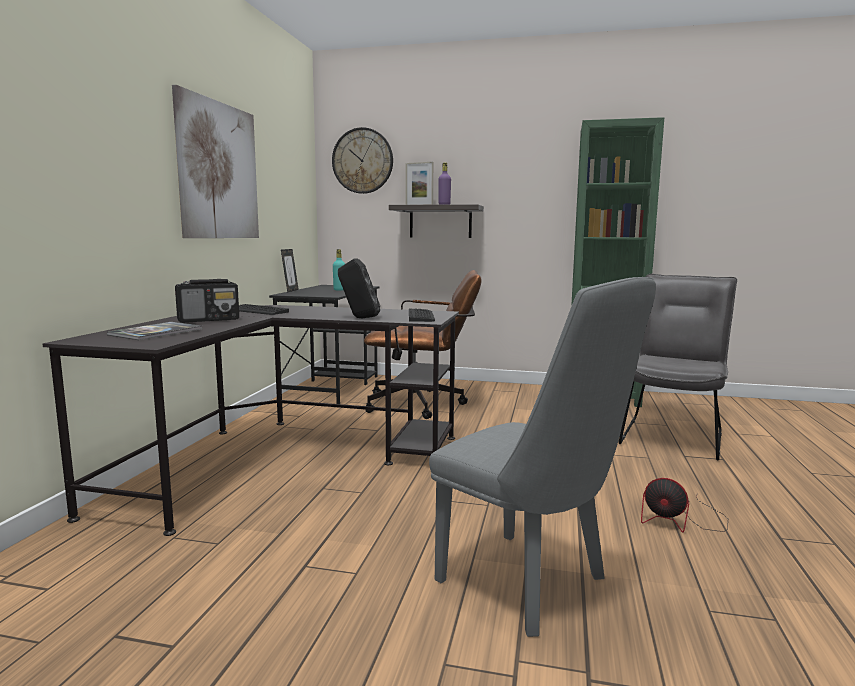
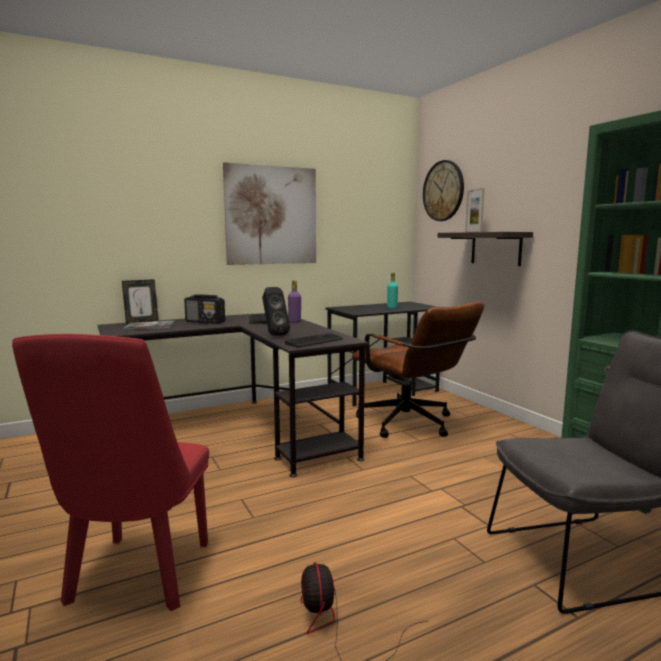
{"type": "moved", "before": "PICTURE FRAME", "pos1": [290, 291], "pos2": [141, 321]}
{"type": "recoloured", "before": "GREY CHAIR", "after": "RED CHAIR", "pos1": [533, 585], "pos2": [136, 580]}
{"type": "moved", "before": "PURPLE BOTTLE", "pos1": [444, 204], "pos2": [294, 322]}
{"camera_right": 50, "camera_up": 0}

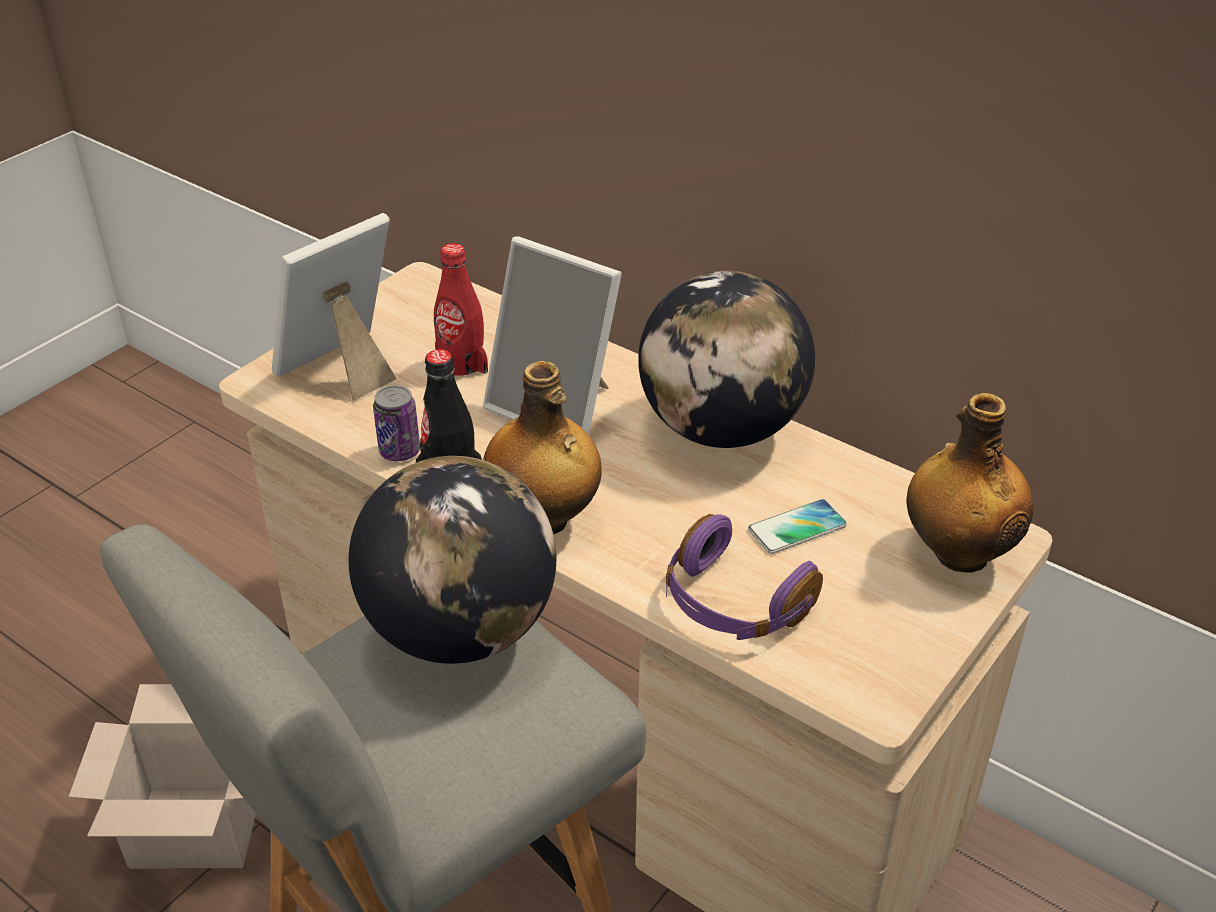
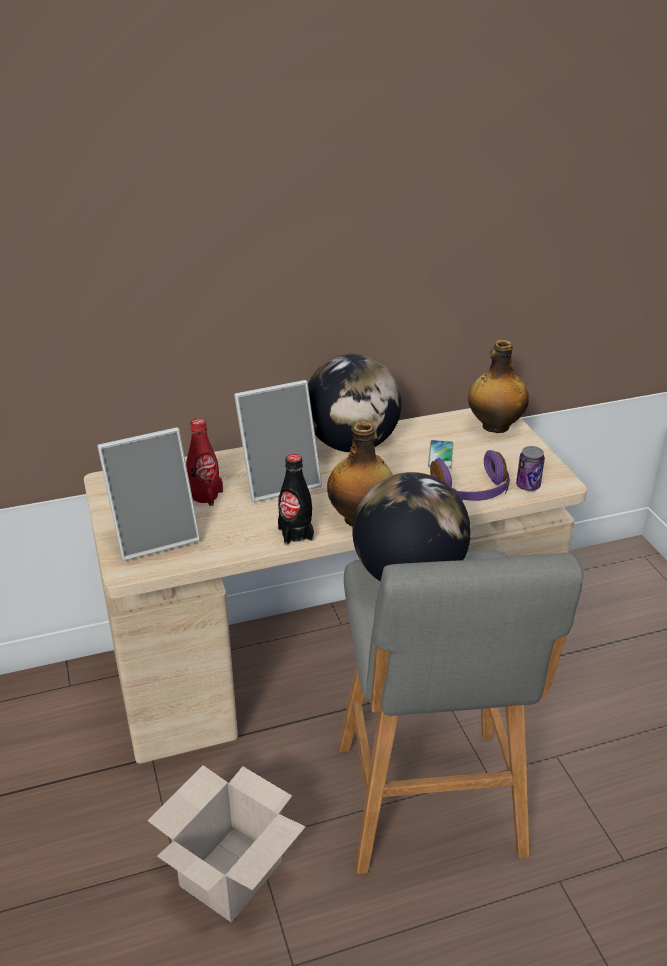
{"type": "turned", "before": "PICTURE FRAME", "pos1": [343, 369], "pos2": [155, 535], "turn": -105}
{"type": "moved", "before": "CAN", "pos1": [399, 451], "pos2": [528, 486]}
{"camera_right": -55, "camera_up": -5}

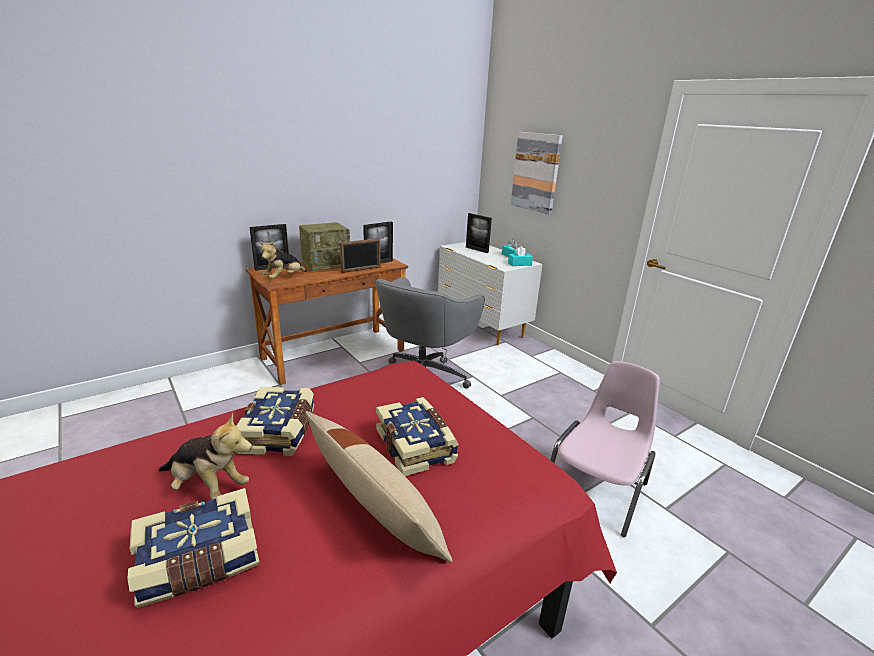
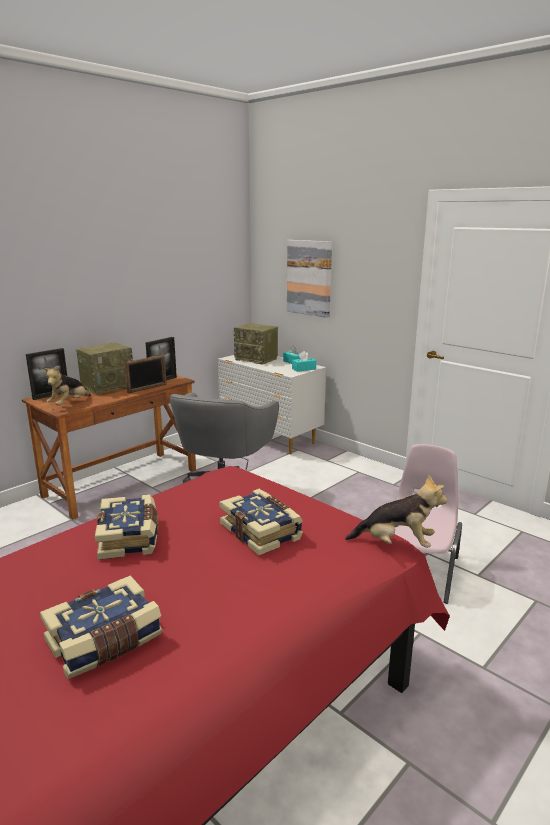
{"type": "moved", "before": "PLUSH TOY", "pos1": [207, 487], "pos2": [396, 544]}
{"type": "removed", "before": "BEIGE PILLOW", "pos1": [374, 510]}
{"type": "replaced", "before": "PICTURE FRAME", "after": "RADIO", "pos1": [477, 250], "pos2": [257, 359]}
{"camera_right": -10, "camera_up": -5}

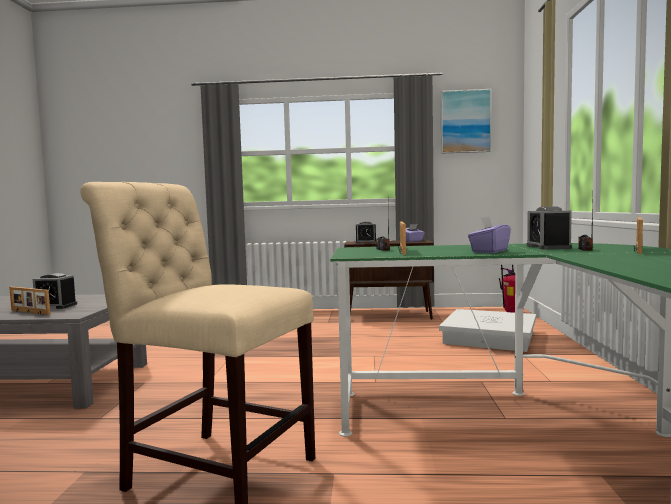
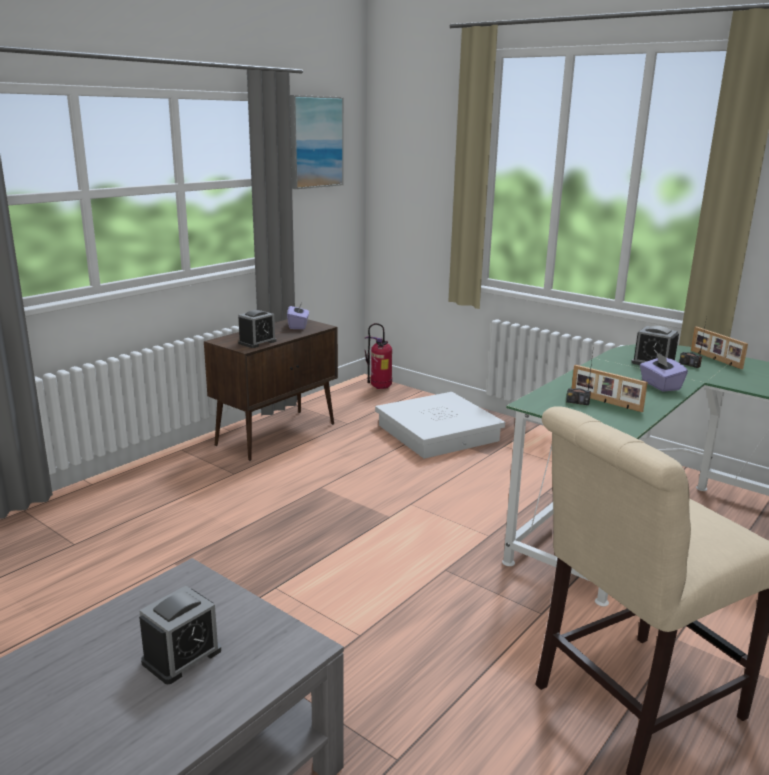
{"type": "removed", "before": "PICTURE FRAME", "pos1": [29, 312]}
{"camera_right": -55, "camera_up": 15}

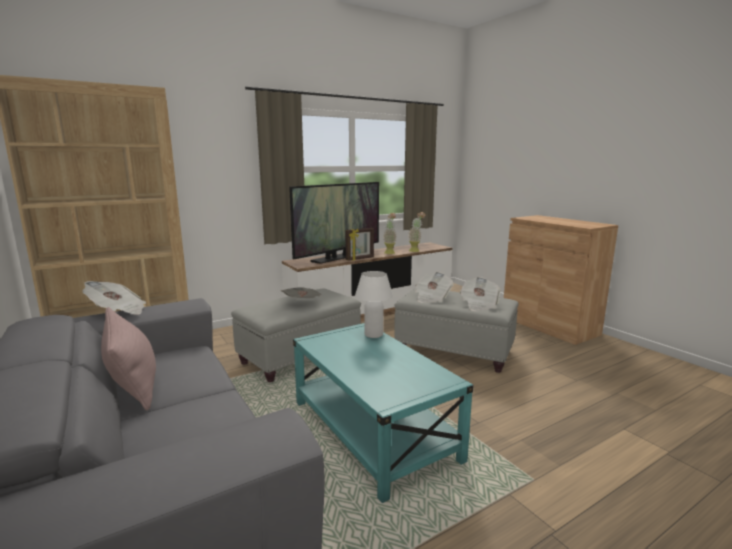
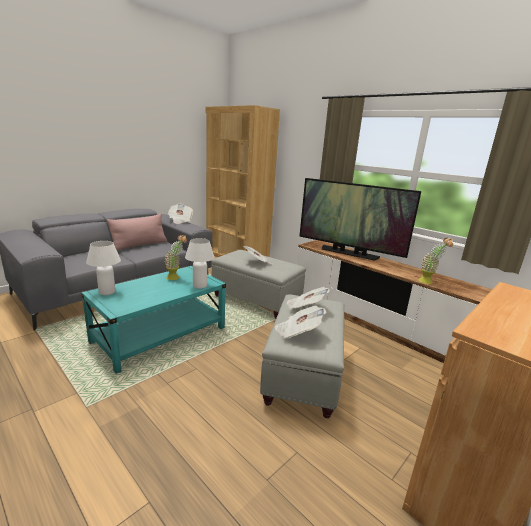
{"type": "removed", "before": "PICTURE FRAME", "pos1": [360, 259]}
{"type": "moved", "before": "POTTED PLANT", "pos1": [390, 252], "pos2": [176, 278]}
{"type": "added", "after": "WHITE TABLE LAMP", "pos2": [107, 292]}
{"camera_right": 75, "camera_up": 5}

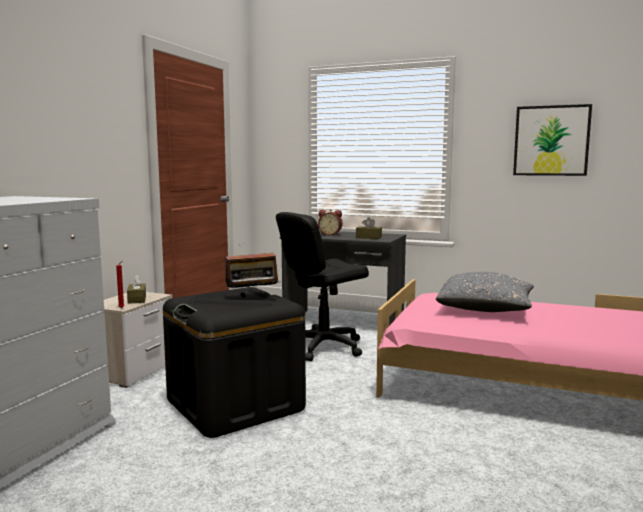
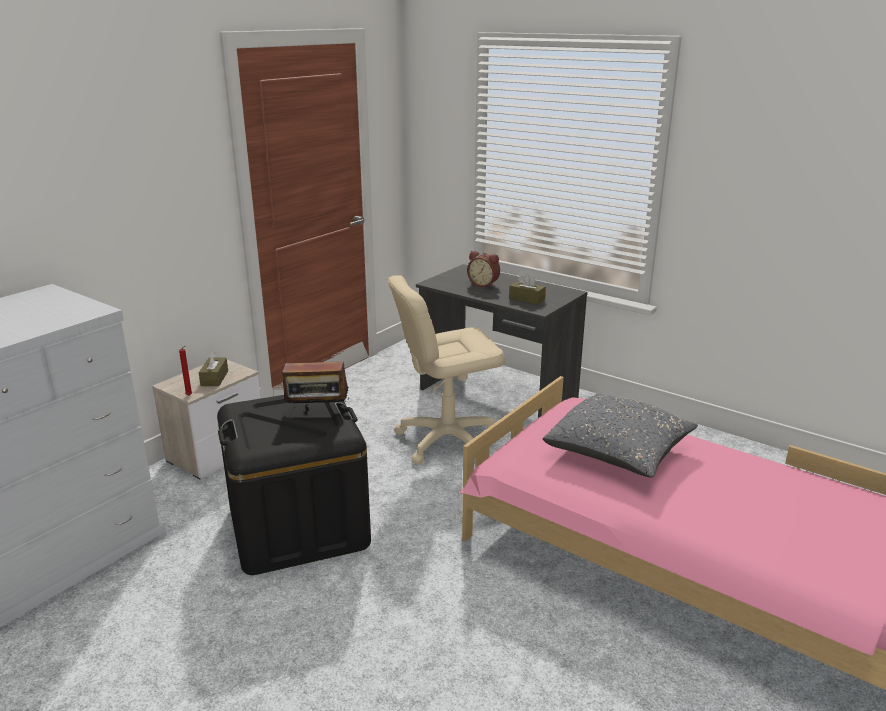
{"type": "recoloured", "before": "BLACK OFFICE CHAIR", "after": "BEIGE OFFICE CHAIR", "pos1": [323, 347], "pos2": [447, 440]}
{"type": "removed", "before": "PICTURE", "pos1": [551, 141]}
{"camera_right": 15, "camera_up": 15}

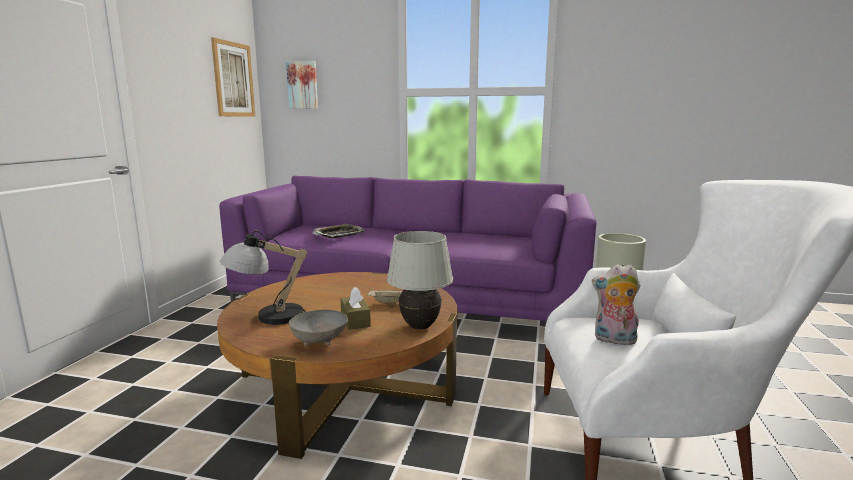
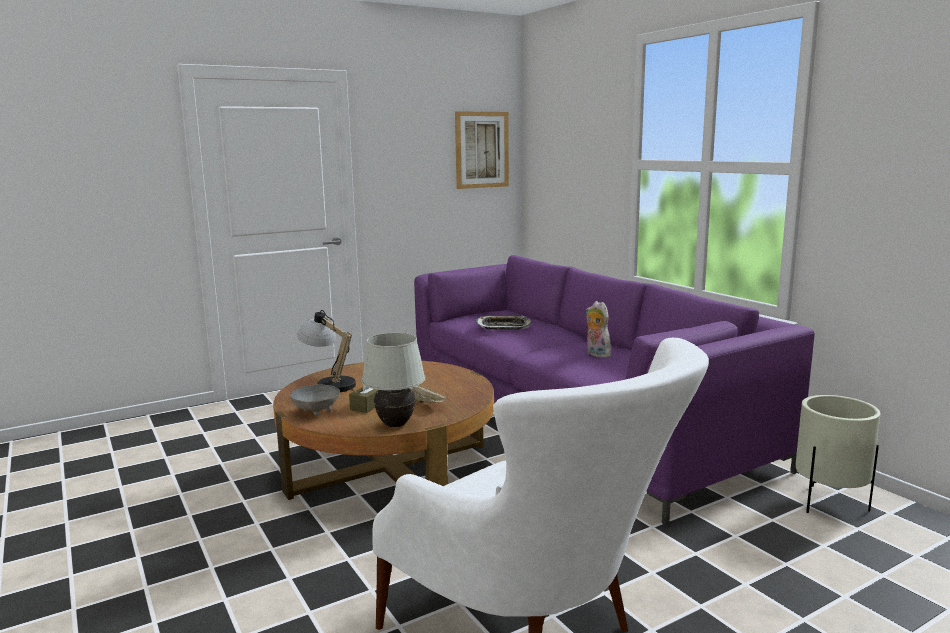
{"type": "removed", "before": "PICTURE", "pos1": [303, 85]}
{"type": "moved", "before": "PLUSH TOY", "pos1": [614, 340], "pos2": [596, 354]}
{"camera_right": 45, "camera_up": 0}

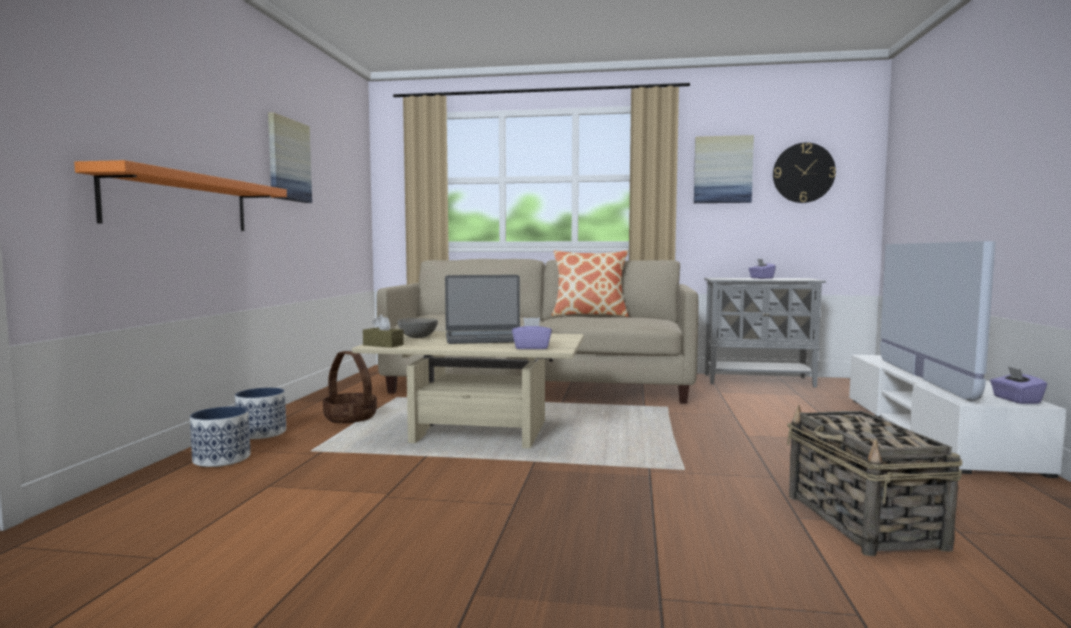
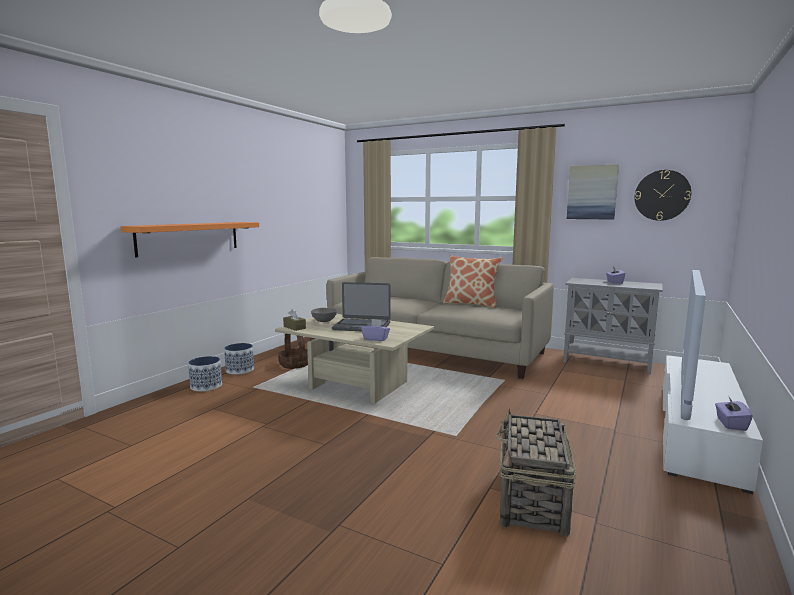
{"type": "removed", "before": "PICTURE", "pos1": [288, 160]}
{"camera_right": 20, "camera_up": 5}

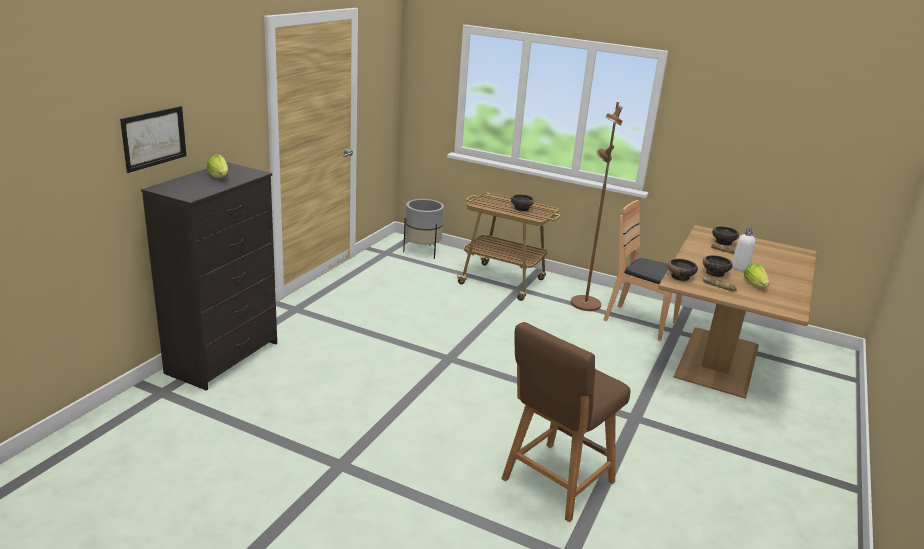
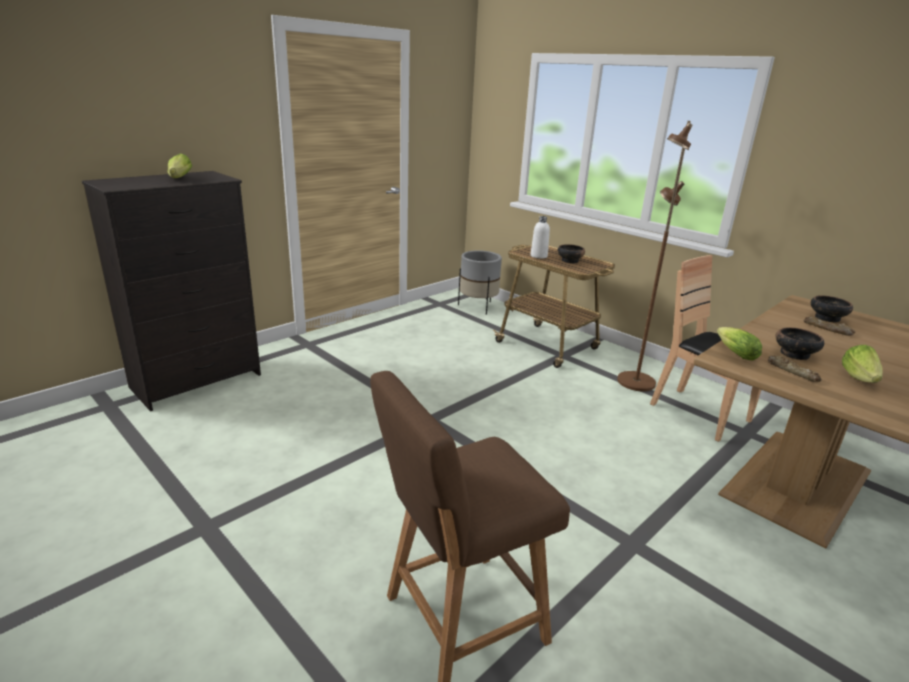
{"type": "removed", "before": "PICTURE", "pos1": [154, 138]}
{"type": "replaced", "before": "BOWL", "after": "LETTUCE", "pos1": [680, 277], "pos2": [733, 353]}
{"type": "moved", "before": "WHITE BOTTLE", "pos1": [740, 267], "pos2": [538, 256]}
{"camera_right": 20, "camera_up": 0}

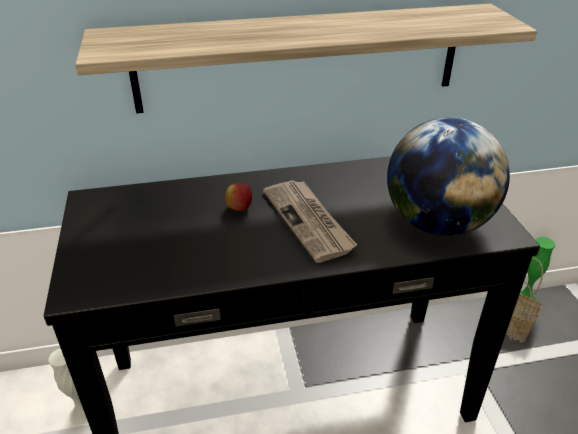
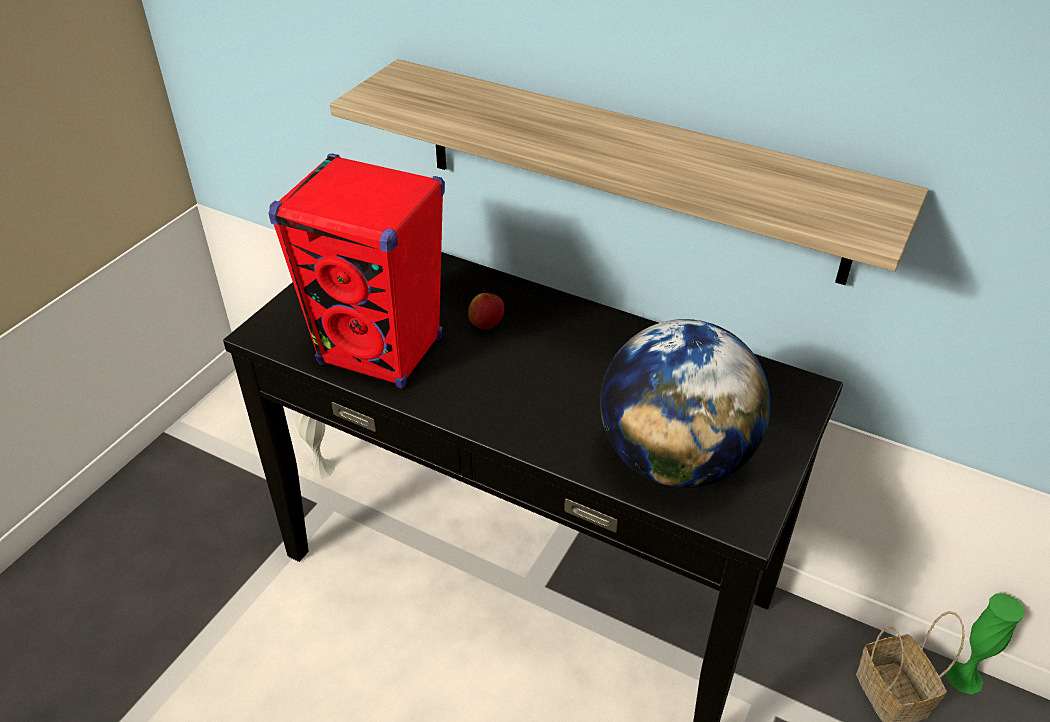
{"type": "removed", "before": "NEWSPAPER", "pos1": [309, 221]}
{"type": "added", "after": "RED SPEAKER", "pos2": [382, 351]}
{"camera_right": 40, "camera_up": 5}

